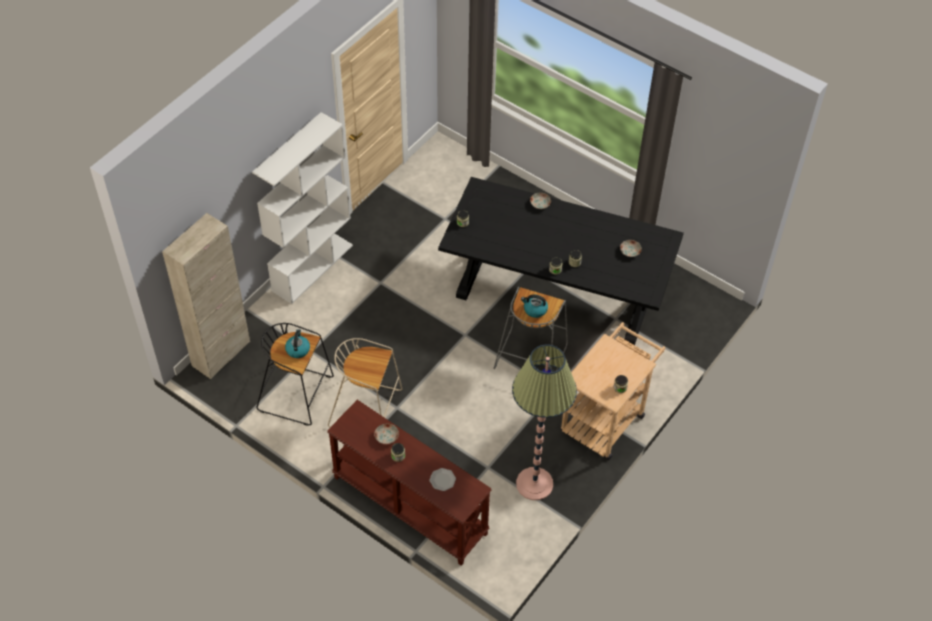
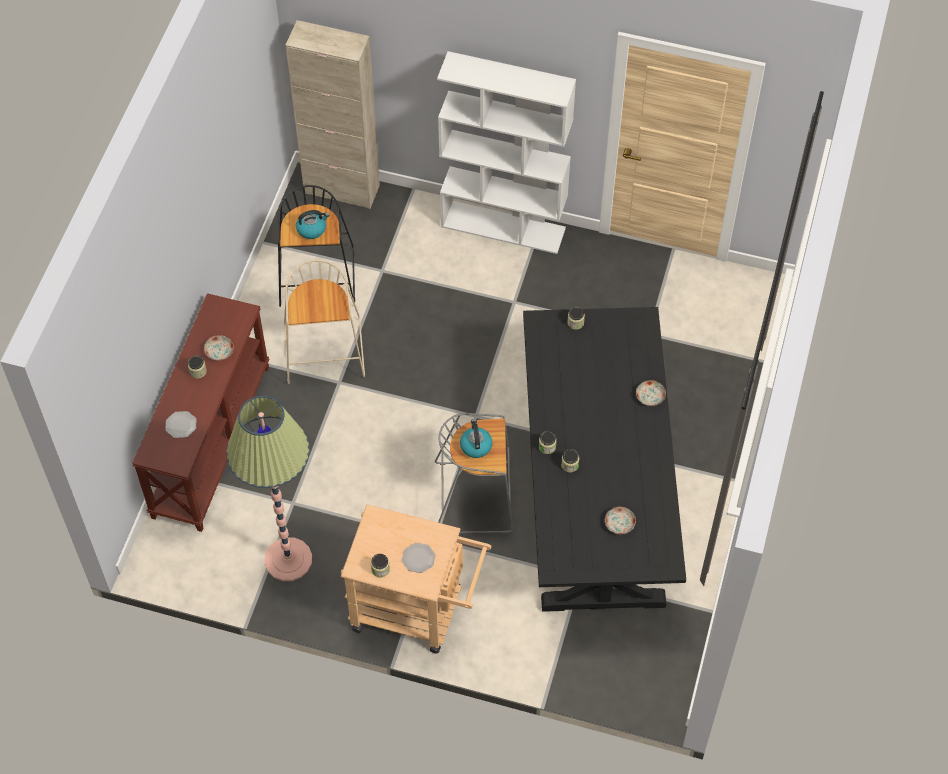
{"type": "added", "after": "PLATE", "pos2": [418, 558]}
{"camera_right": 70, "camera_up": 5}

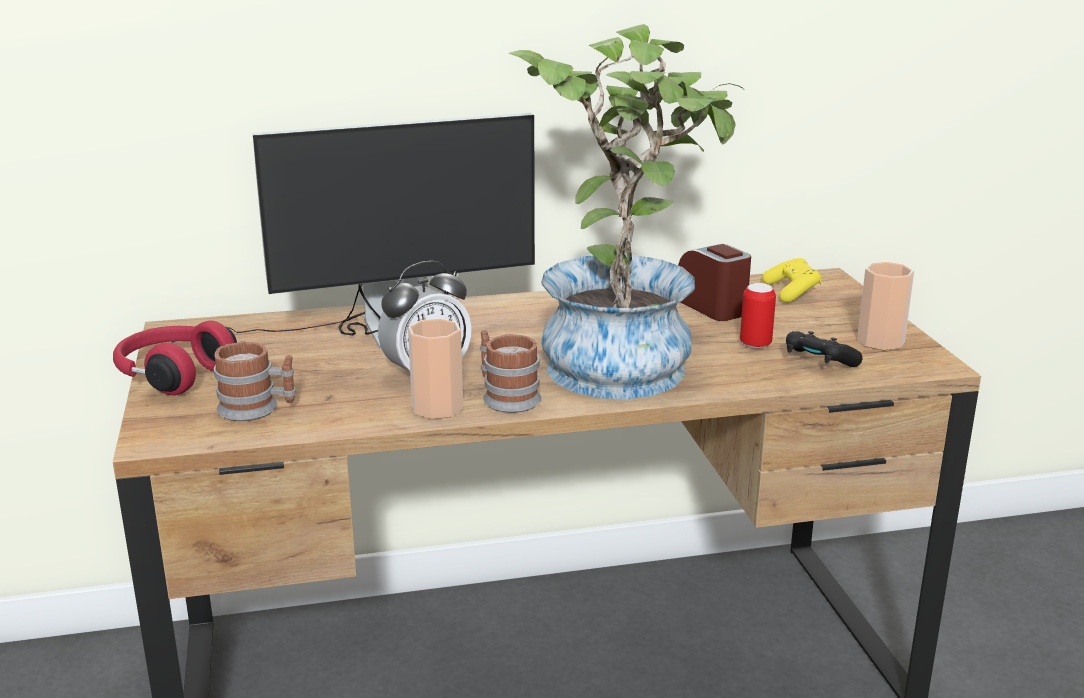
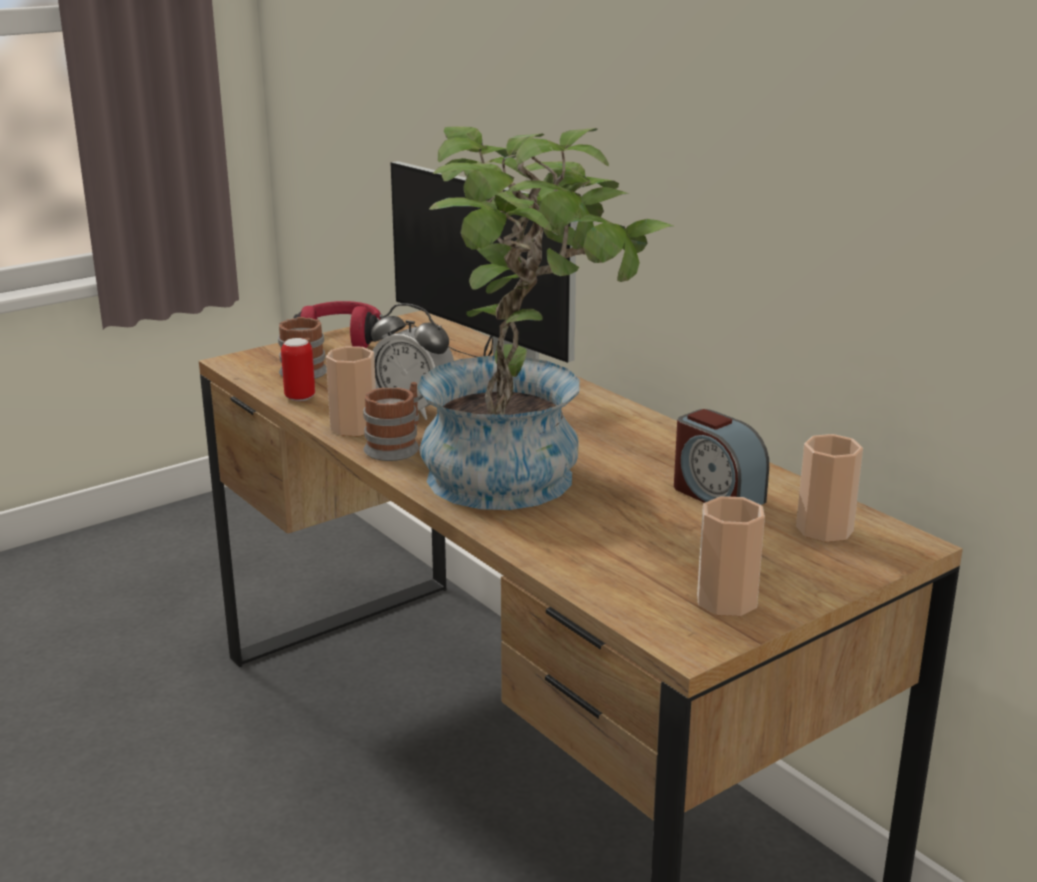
{"type": "turned", "before": "ALARM CLOCK", "pos1": [713, 307], "pos2": [716, 495], "turn": 105}
{"type": "moved", "before": "CAN", "pos1": [755, 344], "pos2": [300, 397]}
{"type": "replaced", "before": "YELLOW GAME CONTROLLER", "after": "CUP", "pos1": [791, 292], "pos2": [824, 529]}
{"type": "removed", "before": "BLACK GAME CONTROLLER", "pos1": [818, 363]}
{"camera_right": 65, "camera_up": 0}

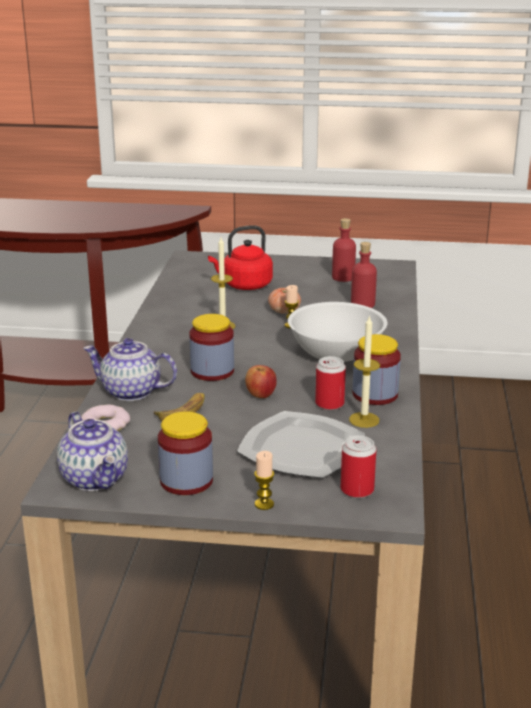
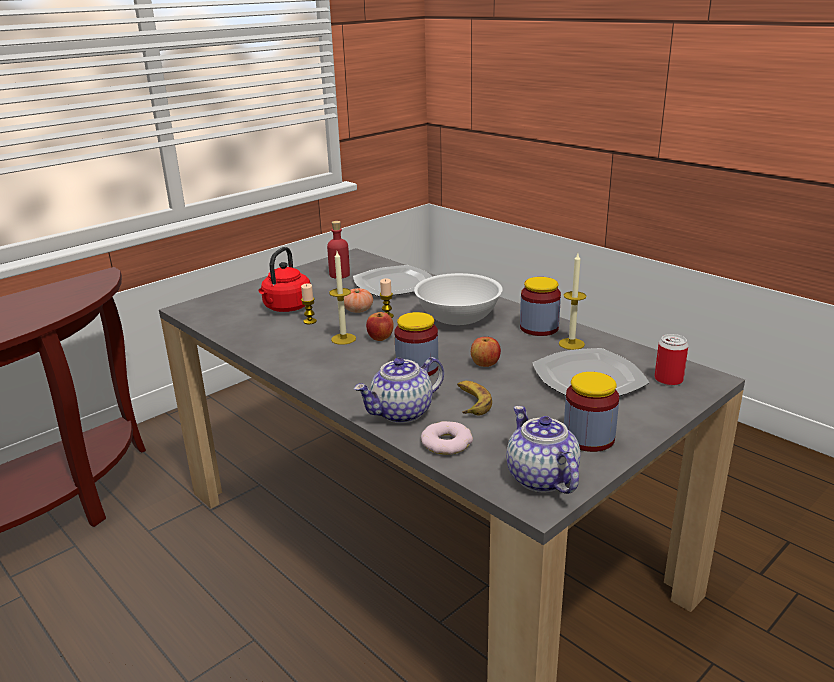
{"type": "turned", "before": "TEAPOT", "pos1": [96, 478], "pos2": [540, 478], "turn": -120}
{"type": "moved", "before": "CANDLE", "pos1": [264, 504], "pos2": [310, 321]}
{"type": "removed", "before": "CAN", "pos1": [329, 404]}
{"type": "replaced", "before": "RED BOTTLE", "after": "PLATE", "pos1": [362, 304], "pos2": [395, 284]}
{"type": "added", "after": "APPLE", "pos2": [380, 338]}
{"camera_right": -50, "camera_up": 0}

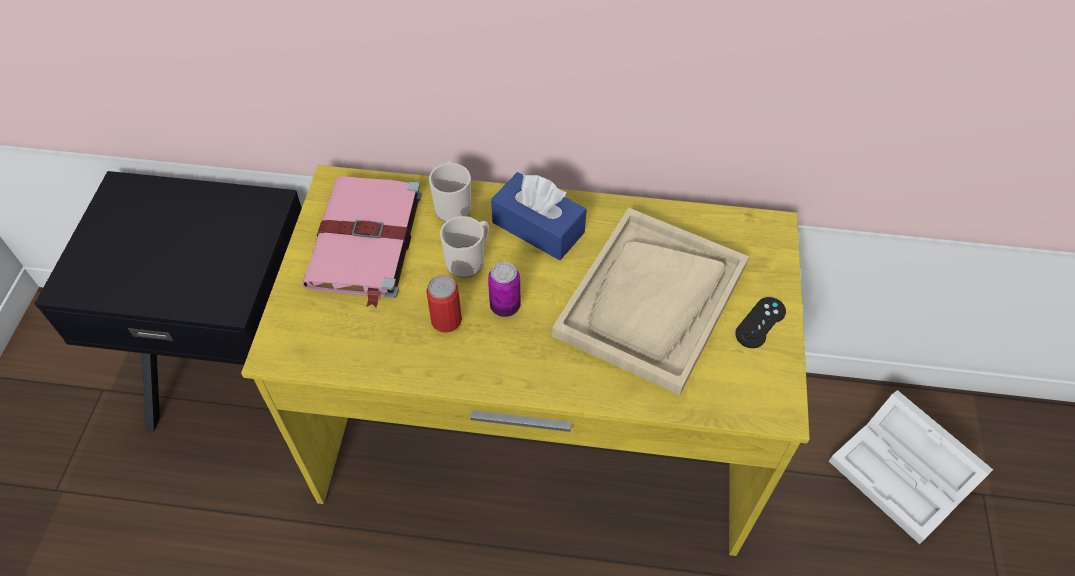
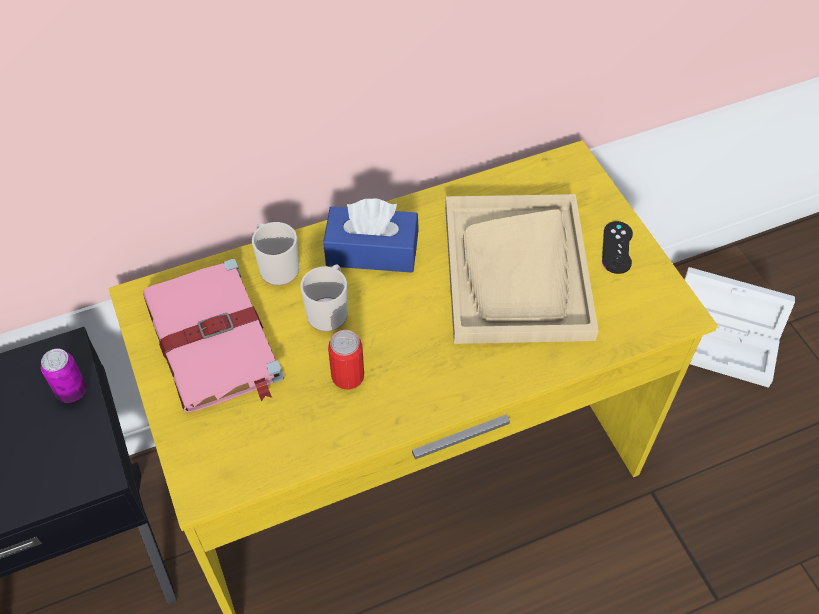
{"type": "moved", "before": "CAN", "pos1": [505, 306], "pos2": [72, 391]}
{"camera_right": -30, "camera_up": 0}

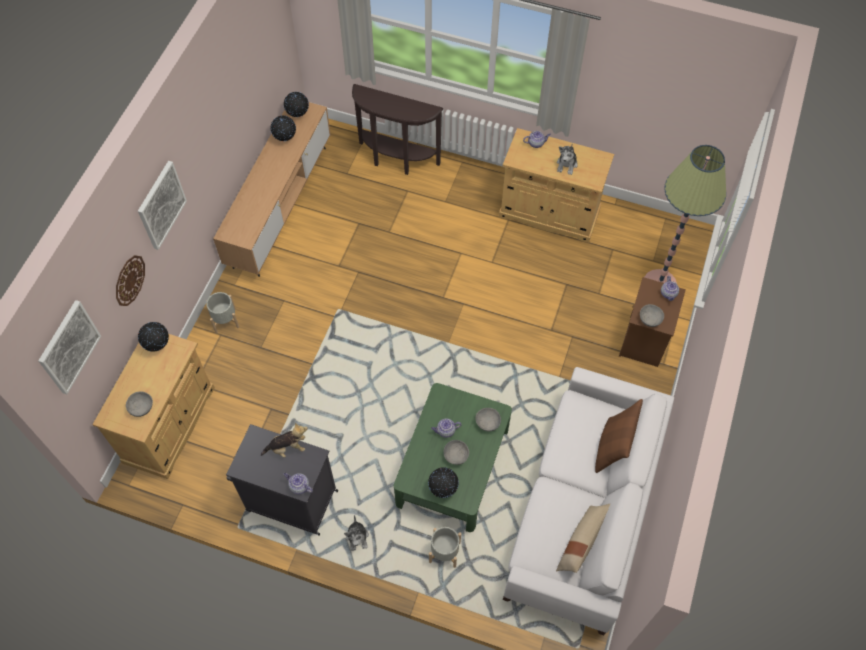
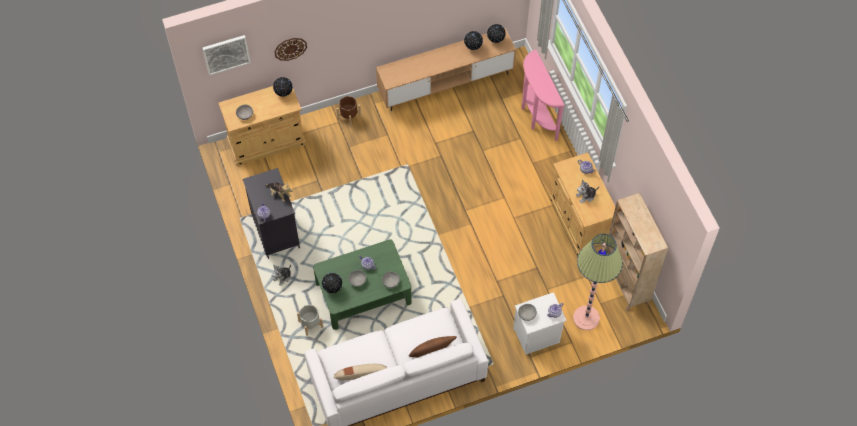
{"type": "removed", "before": "PICTURE", "pos1": [161, 205]}
{"type": "recoloured", "before": "GREY PLANTER", "after": "BROWN PLANTER", "pos1": [225, 320], "pos2": [349, 117]}
{"type": "recoloured", "before": "BROWN CONSOLE TABLE", "after": "PINK CONSOLE TABLE", "pos1": [396, 160], "pos2": [536, 116]}
{"type": "recoloured", "before": "BROWN NIGHTSTAND", "after": "WHITE NIGHTSTAND", "pos1": [644, 342], "pos2": [536, 336]}
{"type": "added", "after": "BEIGE BOOKCASE", "pos2": [625, 283]}
{"camera_right": 50, "camera_up": 0}

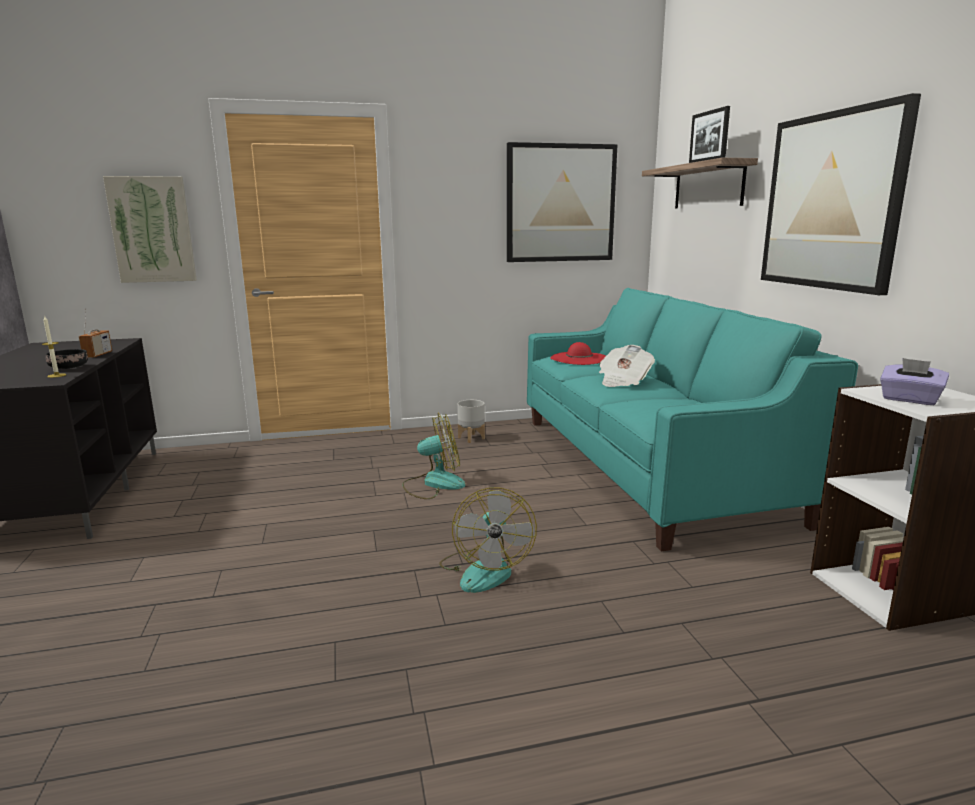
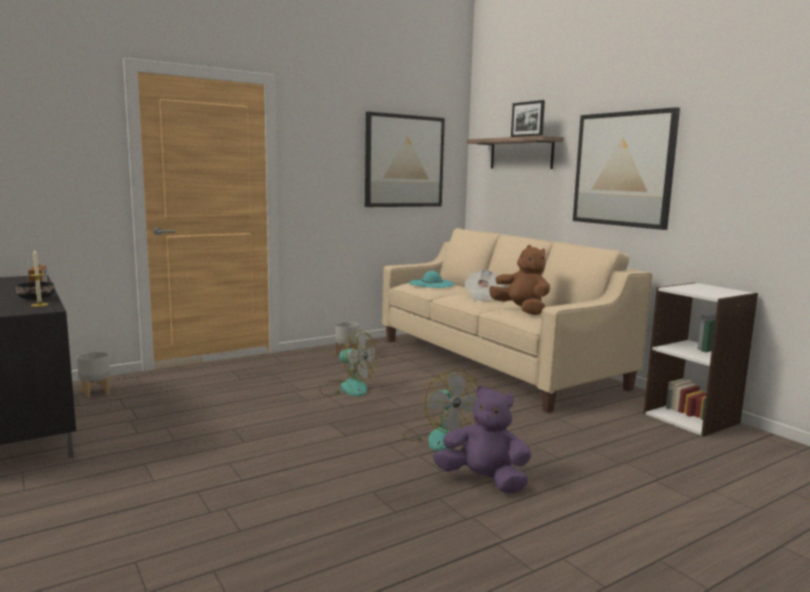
{"type": "removed", "before": "PICTURE", "pos1": [152, 230]}
{"type": "turned", "before": "FAN", "pos1": [433, 484], "pos2": [347, 388], "turn": 60}
{"type": "recoloured", "before": "TURQUOISE SOFA", "after": "BEIGE SOFA", "pos1": [645, 466], "pos2": [496, 363]}
{"type": "recoloured", "before": "RED HAT", "after": "TURQUOISE HAT", "pos1": [579, 358], "pos2": [431, 283]}
{"type": "removed", "before": "PURPLE TISSUE BOX", "pos1": [909, 400]}
{"type": "added", "after": "GREY PLANTER", "pos2": [95, 392]}
{"type": "added", "after": "PURPLE PLUSH TOY", "pos2": [484, 481]}
{"type": "added", "after": "BROWN PLUSH TOY", "pos2": [521, 311]}
{"camera_right": -20, "camera_up": -5}

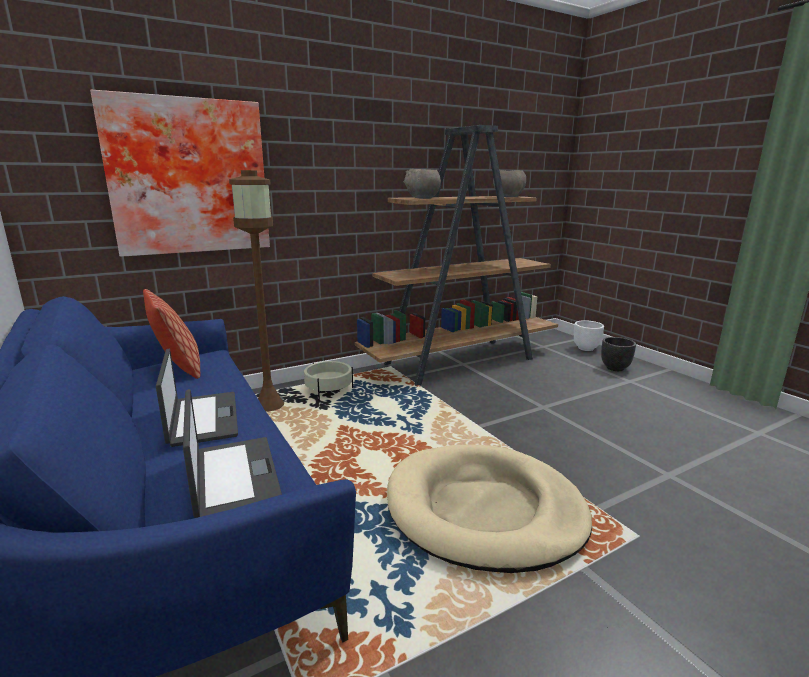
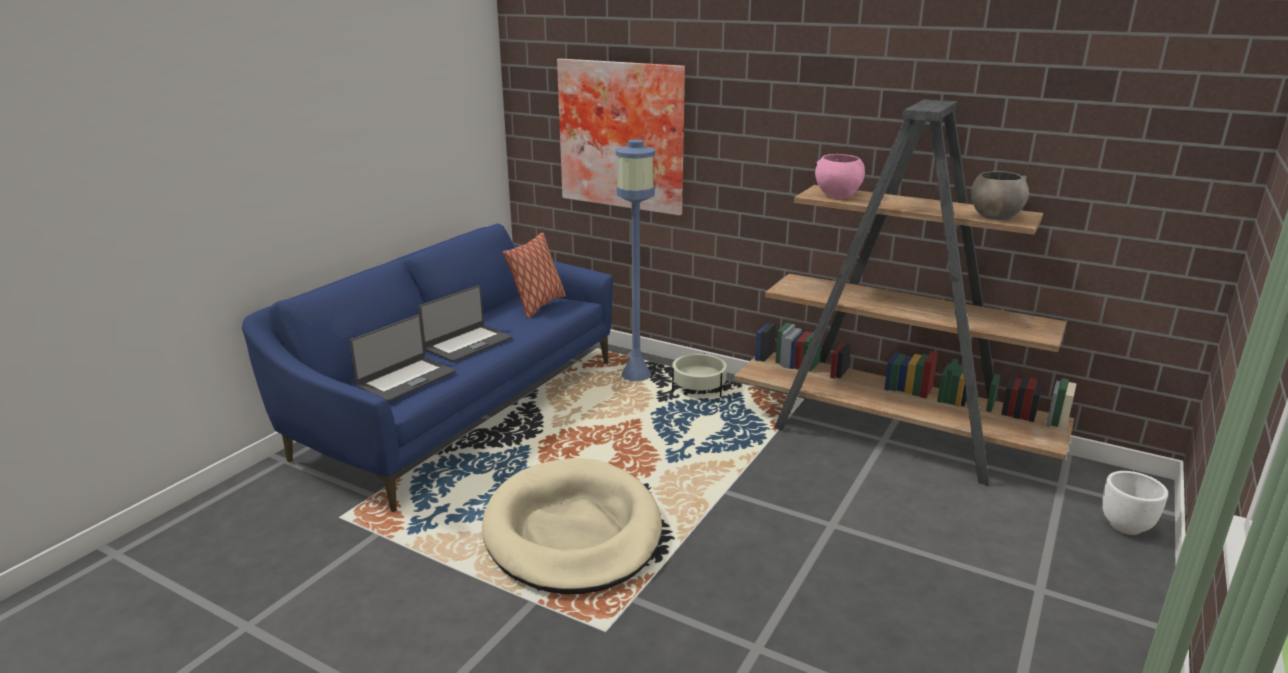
{"type": "recoloured", "before": "BROWN FLOOR LAMP", "after": "BLUE FLOOR LAMP", "pos1": [269, 406], "pos2": [636, 375]}
{"type": "recoloured", "before": "GREY BOWL", "after": "PINK BOWL", "pos1": [422, 198], "pos2": [837, 195]}
{"type": "removed", "before": "BLACK PLANTER", "pos1": [614, 368]}
{"camera_right": 60, "camera_up": 5}

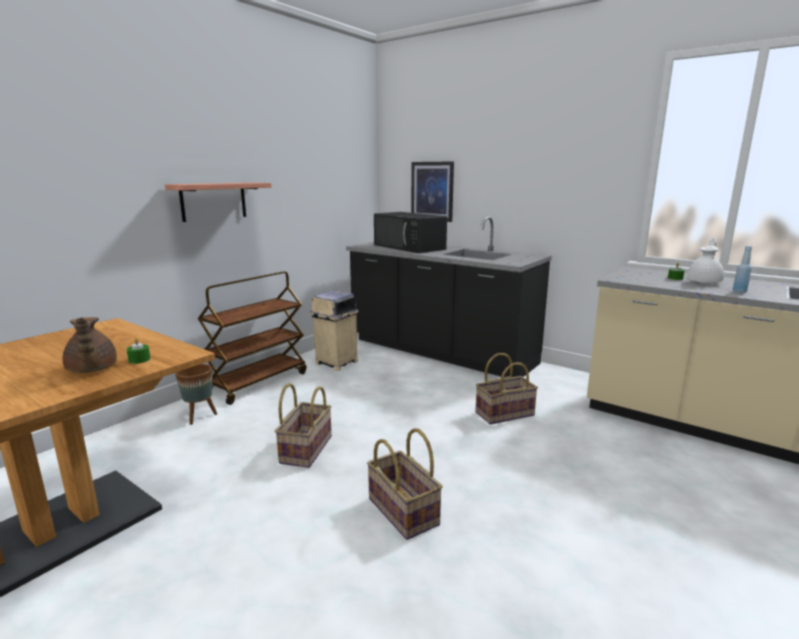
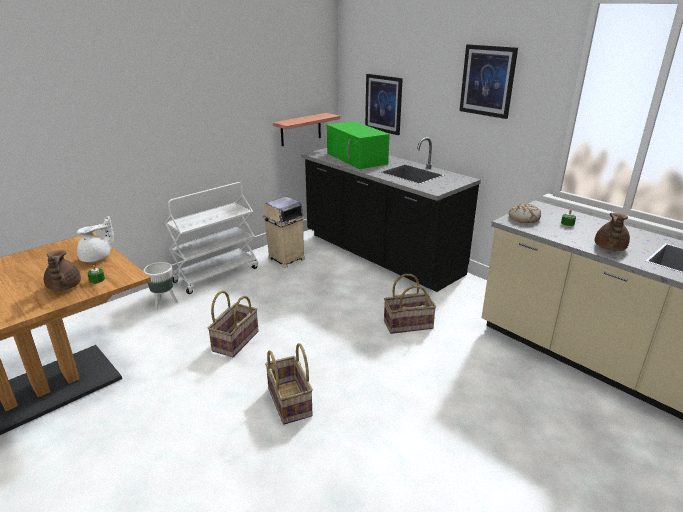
{"type": "moved", "before": "SHELF", "pos1": [213, 201], "pos2": [301, 129]}
{"type": "recoloured", "before": "BROWN PLANTER", "after": "WHITE PLANTER", "pos1": [200, 416], "pos2": [164, 303]}
{"type": "recoloured", "before": "BROWN CART", "after": "WHITE CART", "pos1": [258, 382], "pos2": [216, 274]}
{"type": "recoloured", "before": "BLACK MICROWAVE", "after": "GREEN MICROWAVE", "pos1": [410, 247], "pos2": [357, 158]}
{"type": "moved", "before": "WHITE TEAPOT", "pos1": [704, 282], "pos2": [97, 258]}
{"type": "replaced", "before": "BLUE BOTTLE", "after": "BROWN TEAPOT", "pos1": [739, 292], "pos2": [609, 248]}
{"type": "added", "after": "PICTURE", "pos2": [487, 81]}
{"type": "added", "after": "BREAD", "pos2": [524, 218]}
{"camera_right": 10, "camera_up": 10}

